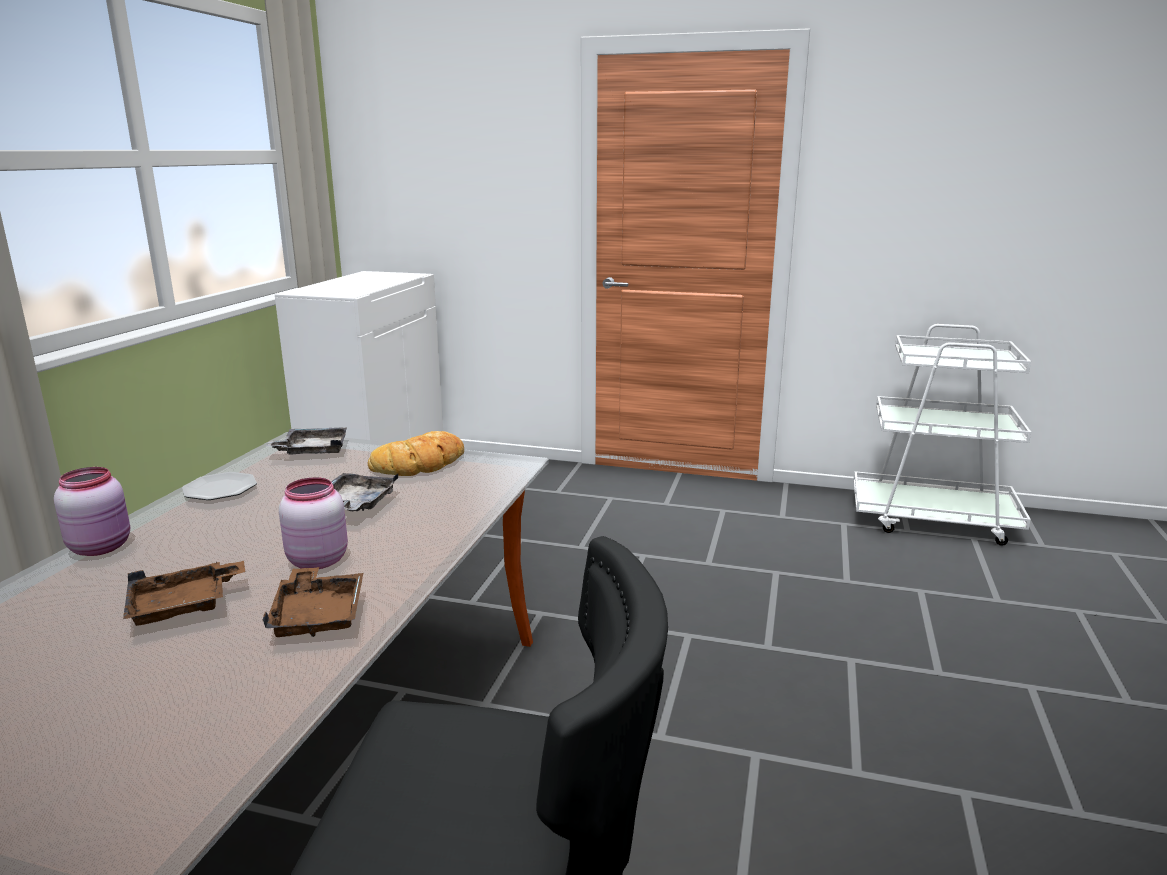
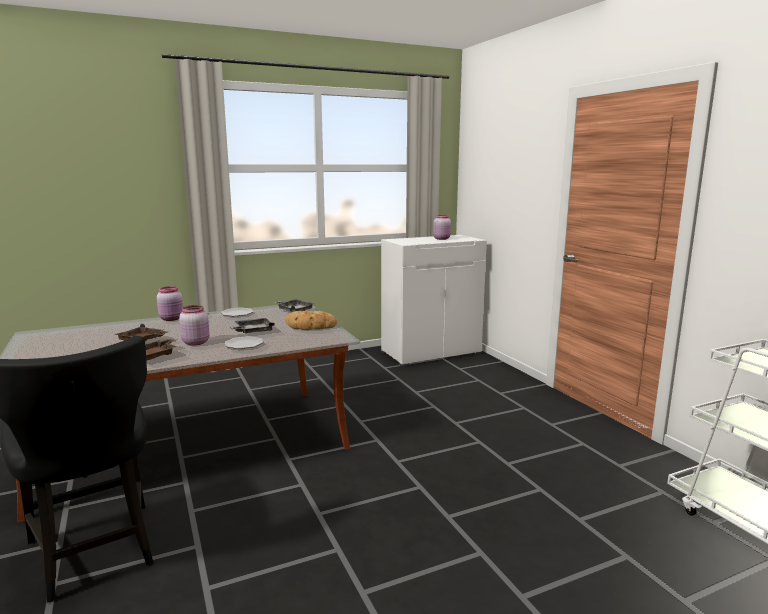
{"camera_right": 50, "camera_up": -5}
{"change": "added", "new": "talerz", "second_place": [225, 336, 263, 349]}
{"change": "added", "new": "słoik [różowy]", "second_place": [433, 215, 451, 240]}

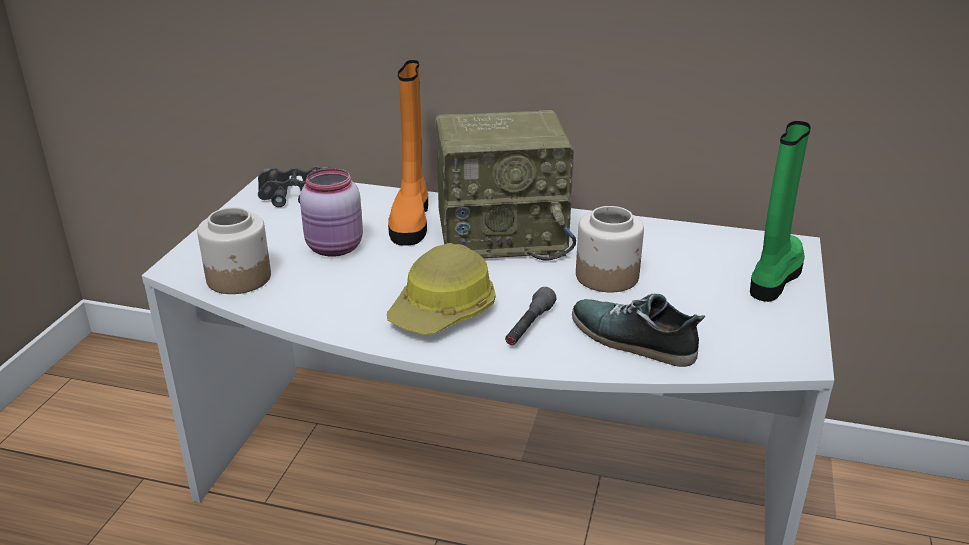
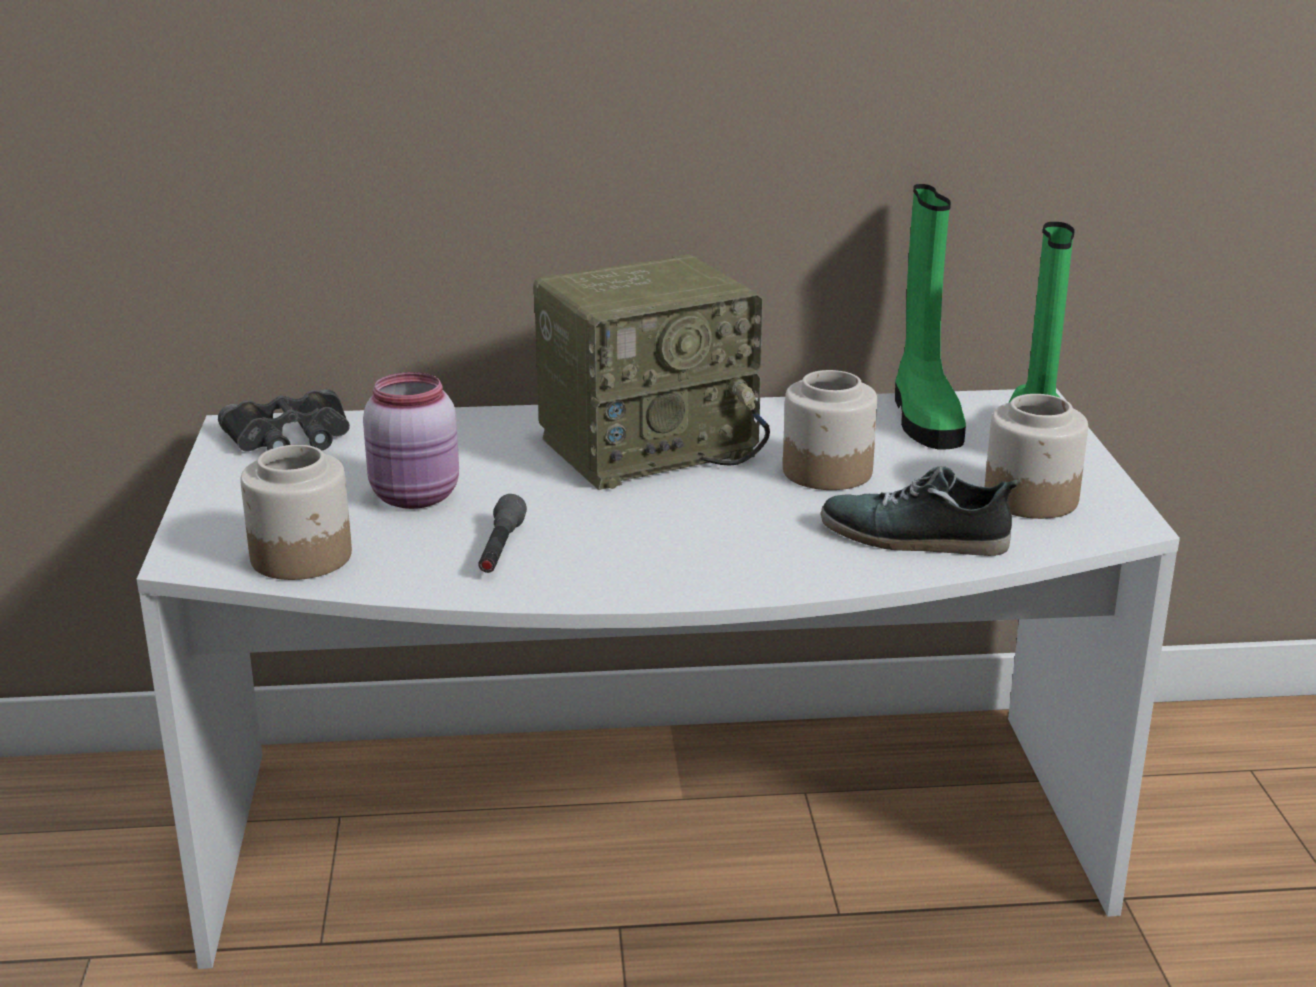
{"camera_right": -20, "camera_up": -5}
{"change": "removed", "old": "kask", "first_place": [387, 243, 496, 335]}
{"change": "removed", "old": "but z cholewką [pomarańczowy]", "first_place": [388, 60, 428, 246]}
{"change": "moved", "old": "latarka [szary]", "first_place": [505, 287, 557, 345], "second_place": [478, 494, 527, 573]}
{"change": "added", "new": "but z cholewką [zielony]", "second_place": [895, 184, 966, 450]}
{"change": "added", "new": "słoik", "second_place": [985, 394, 1088, 519]}

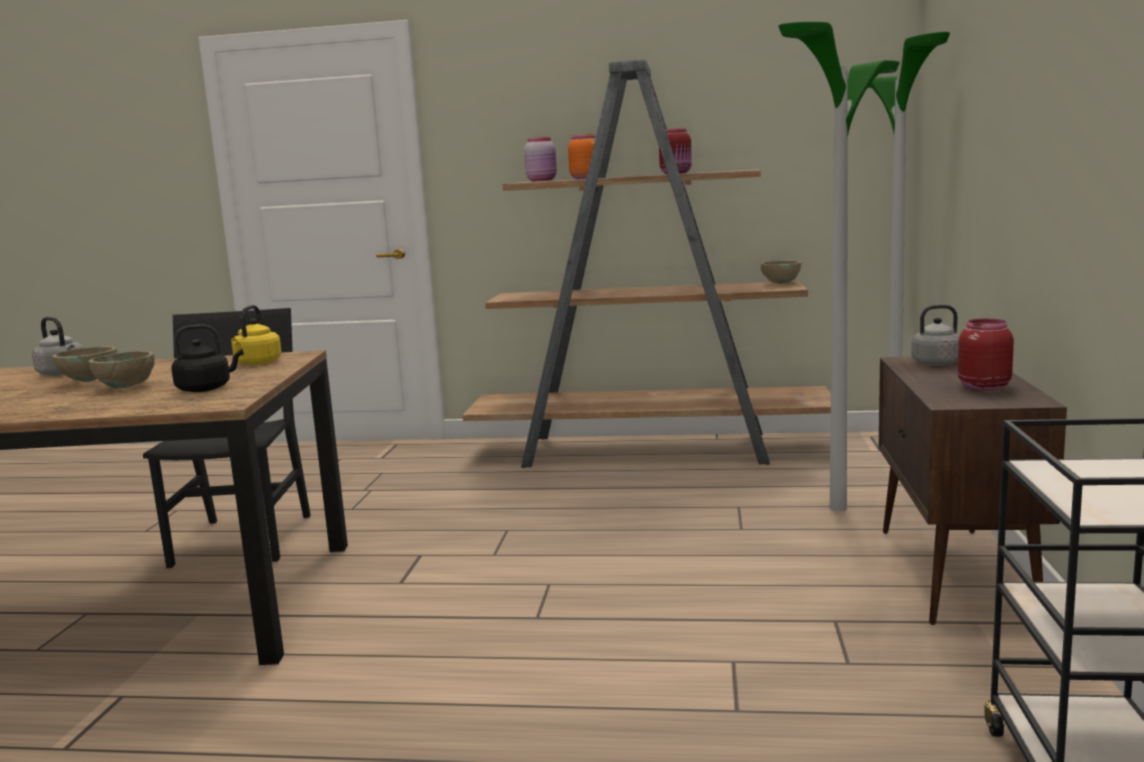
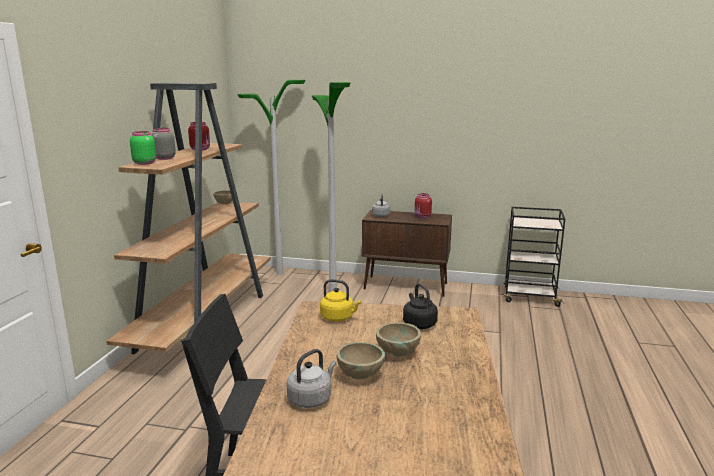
{"camera_right": -85, "camera_up": 5}
{"change": "recoloured", "old": "słoik [różowy]", "new": "słoik [zielony]", "first_place": [524, 137, 557, 181], "second_place": [130, 131, 156, 165]}
{"change": "recoloured", "old": "słoik [pomarańczowy]", "new": "słoik [szary]", "first_place": [568, 134, 601, 179], "second_place": [152, 128, 176, 160]}

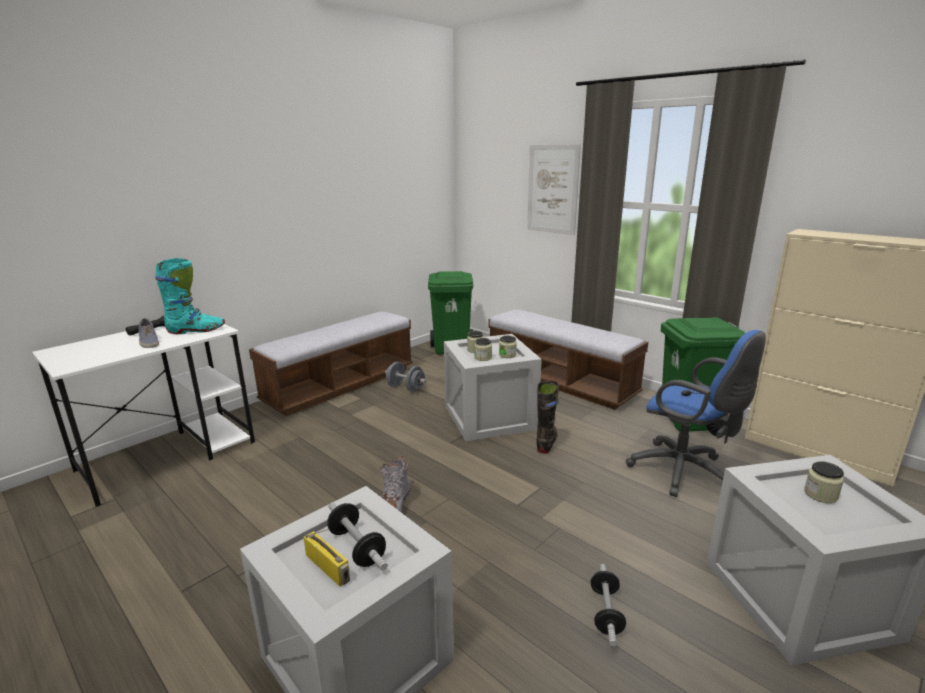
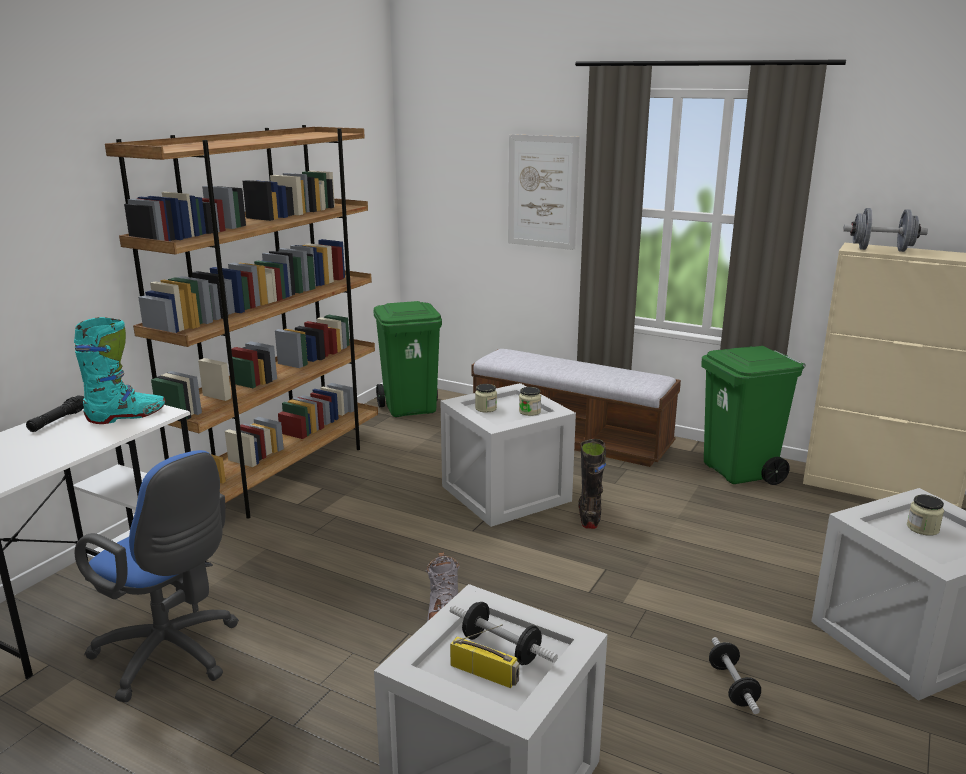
{"camera_right": -15, "camera_up": 0}
{"change": "removed", "old": "but", "first_place": [139, 318, 159, 348]}
{"change": "replaced", "old": "ławka", "new": "regał [brązowy]", "first_place": [249, 311, 413, 416], "second_place": [105, 125, 378, 519]}
{"change": "moved", "old": "hantel [szary]", "first_place": [385, 362, 427, 392], "second_place": [843, 208, 928, 252]}
{"change": "removed", "old": "słoik", "first_place": [474, 338, 492, 361]}
{"change": "moved", "old": "krzesło biurowe [niebieski]", "first_place": [626, 330, 766, 497], "second_place": [75, 450, 239, 702]}

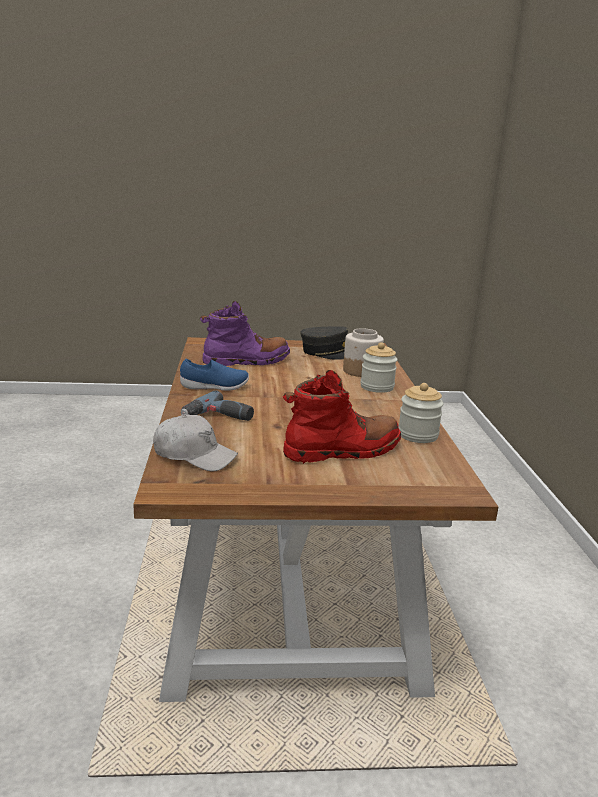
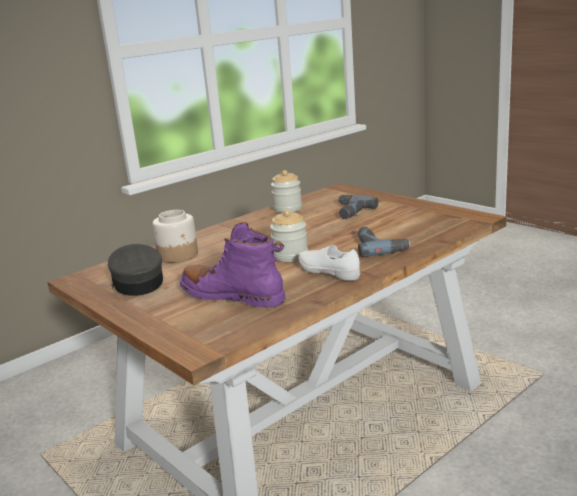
{"camera_right": -125, "camera_up": 0}
{"change": "removed", "old": "czapka z daszkiem [biały]", "first_place": [153, 414, 238, 472]}
{"change": "recoloured", "old": "but [niebieski]", "new": "but [biały]", "first_place": [180, 359, 249, 391], "second_place": [298, 245, 360, 281]}
{"change": "replaced", "old": "but z cholewką [czerwony]", "new": "wiertarka", "first_place": [283, 370, 401, 464], "second_place": [338, 195, 378, 219]}
{"change": "moved", "old": "słoik", "first_place": [360, 342, 397, 393], "second_place": [270, 209, 308, 262]}

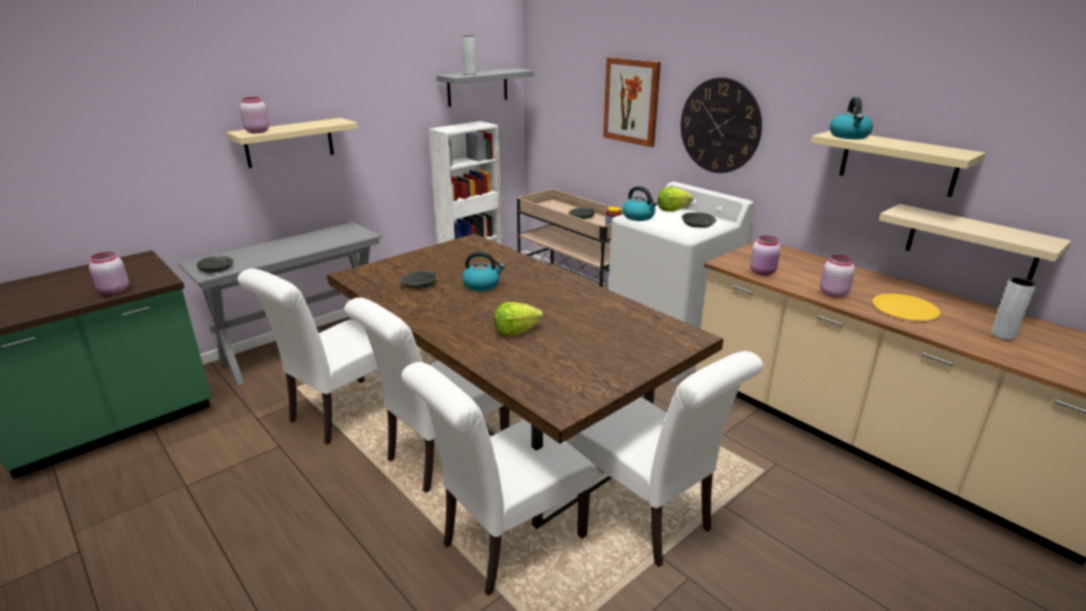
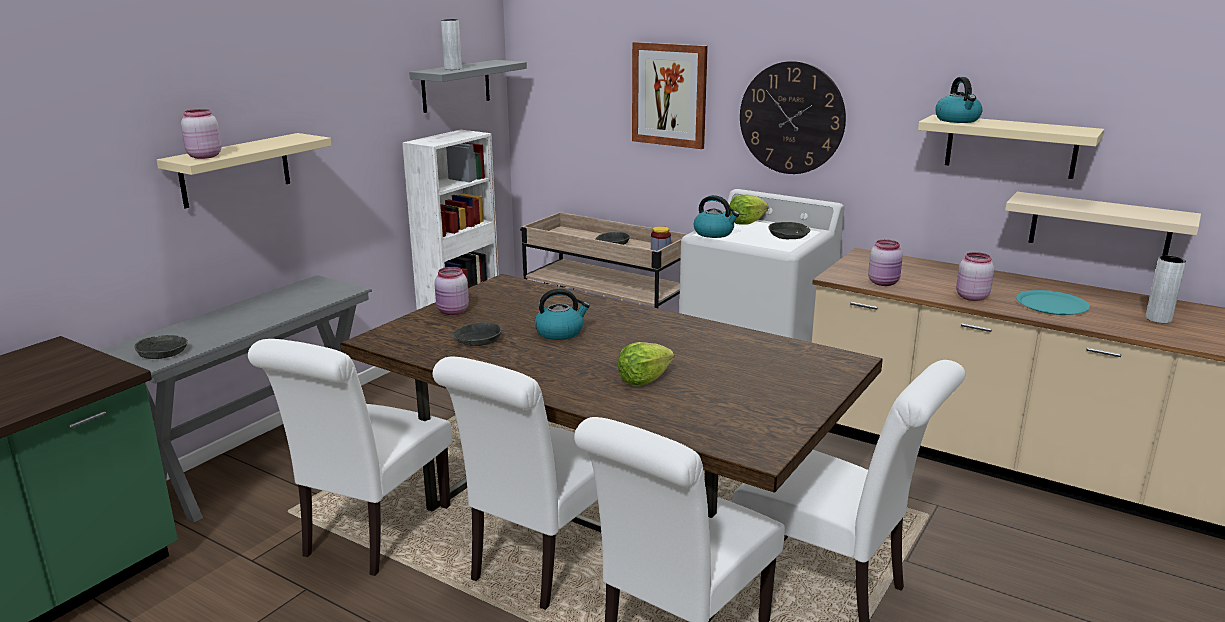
{"camera_right": -15, "camera_up": -5}
{"change": "moved", "old": "słoik [różowy]", "first_place": [89, 252, 129, 295], "second_place": [434, 267, 469, 315]}
{"change": "recoloured", "old": "talerz [żółty]", "new": "talerz [turkusowy]", "first_place": [873, 294, 940, 321], "second_place": [1016, 290, 1090, 315]}

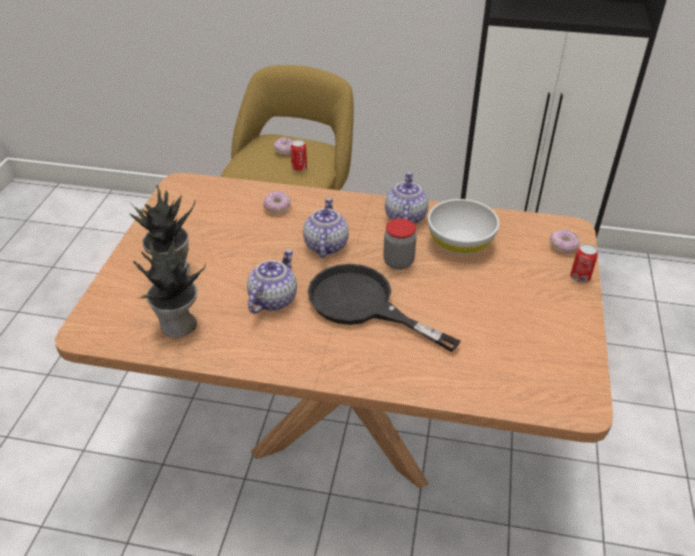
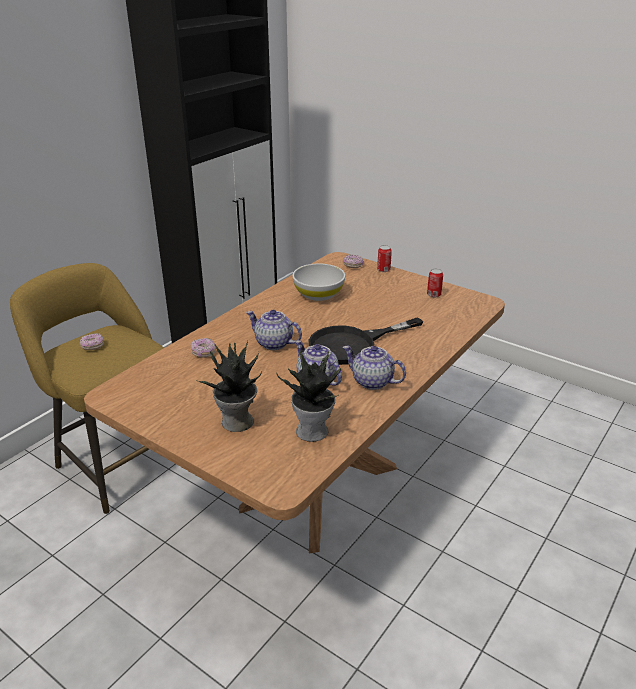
{"camera_right": -65, "camera_up": -10}
{"change": "moved", "old": "puszka", "first_place": [291, 140, 307, 171], "second_place": [427, 268, 443, 298]}
{"change": "removed", "old": "słoik", "first_place": [383, 218, 417, 270]}
{"change": "moved", "old": "imbryk", "first_place": [385, 172, 429, 224], "second_place": [343, 346, 406, 390]}

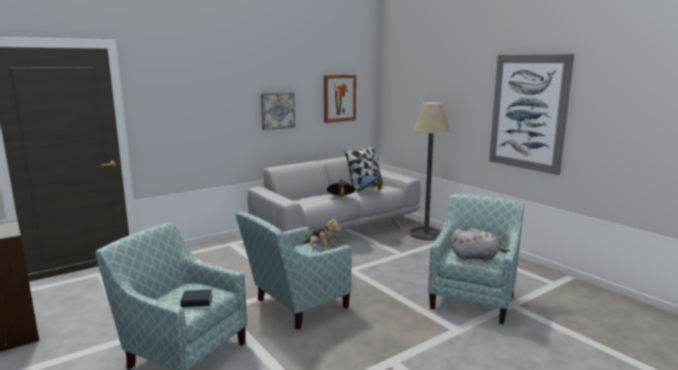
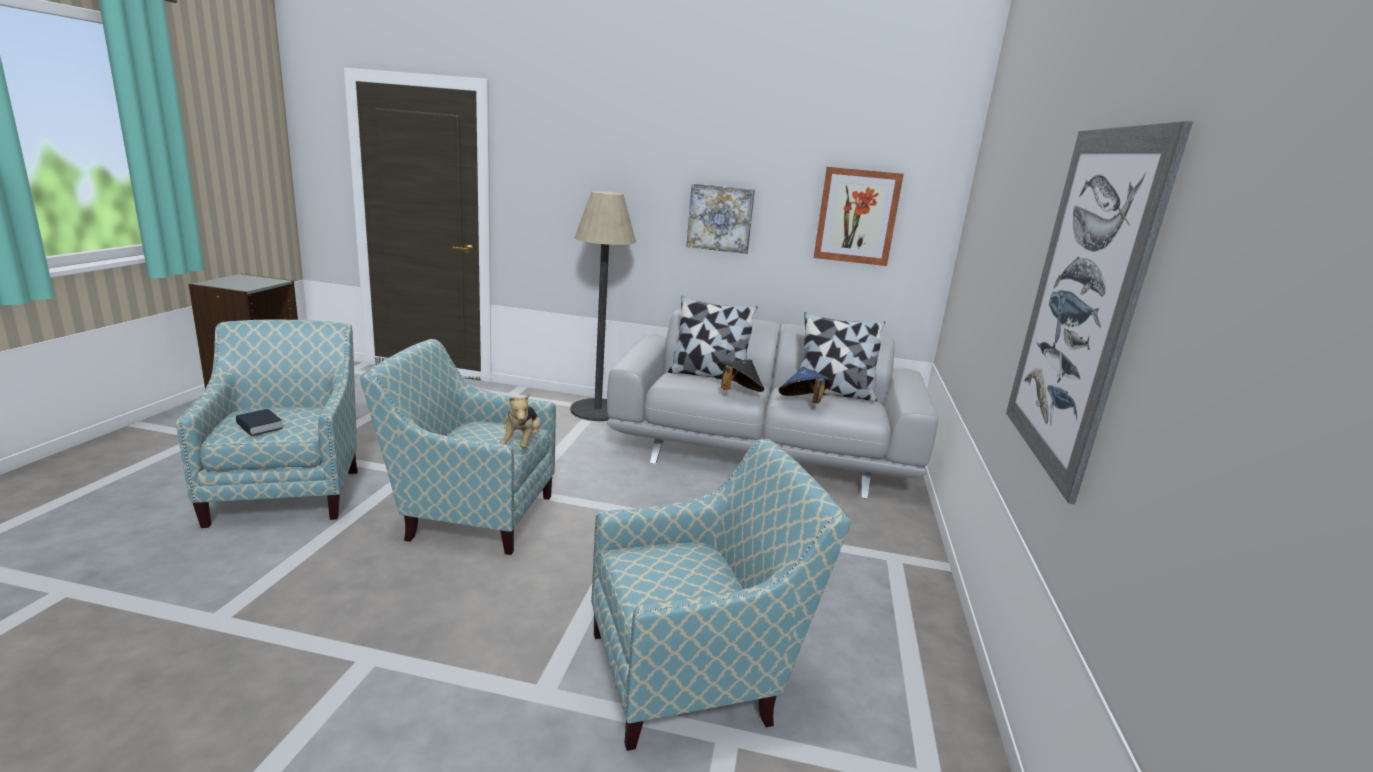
{"camera_right": 45, "camera_up": 5}
{"change": "moved", "old": "lampa stojąca", "first_place": [410, 102, 450, 240], "second_place": [570, 191, 636, 421]}
{"change": "removed", "old": "pluszak [szary]", "first_place": [451, 228, 510, 261]}
{"change": "added", "new": "poduszka", "second_place": [668, 296, 758, 381]}

